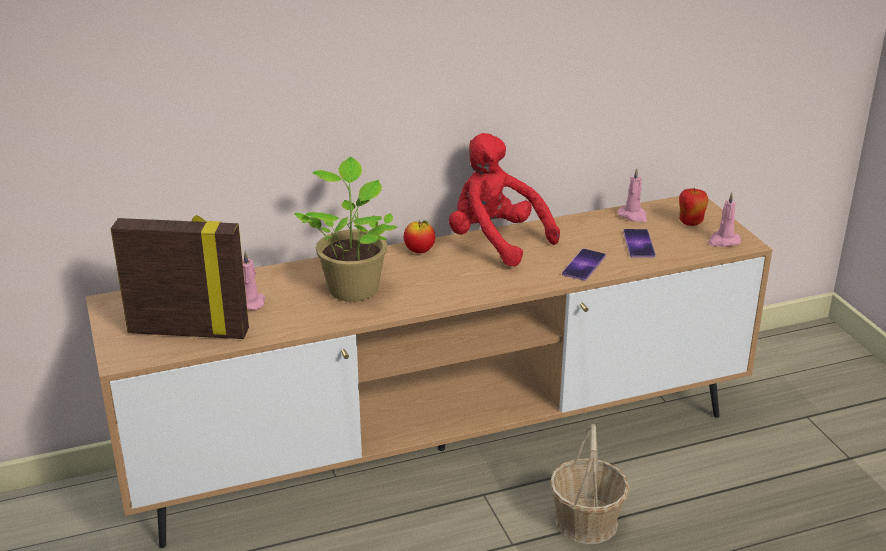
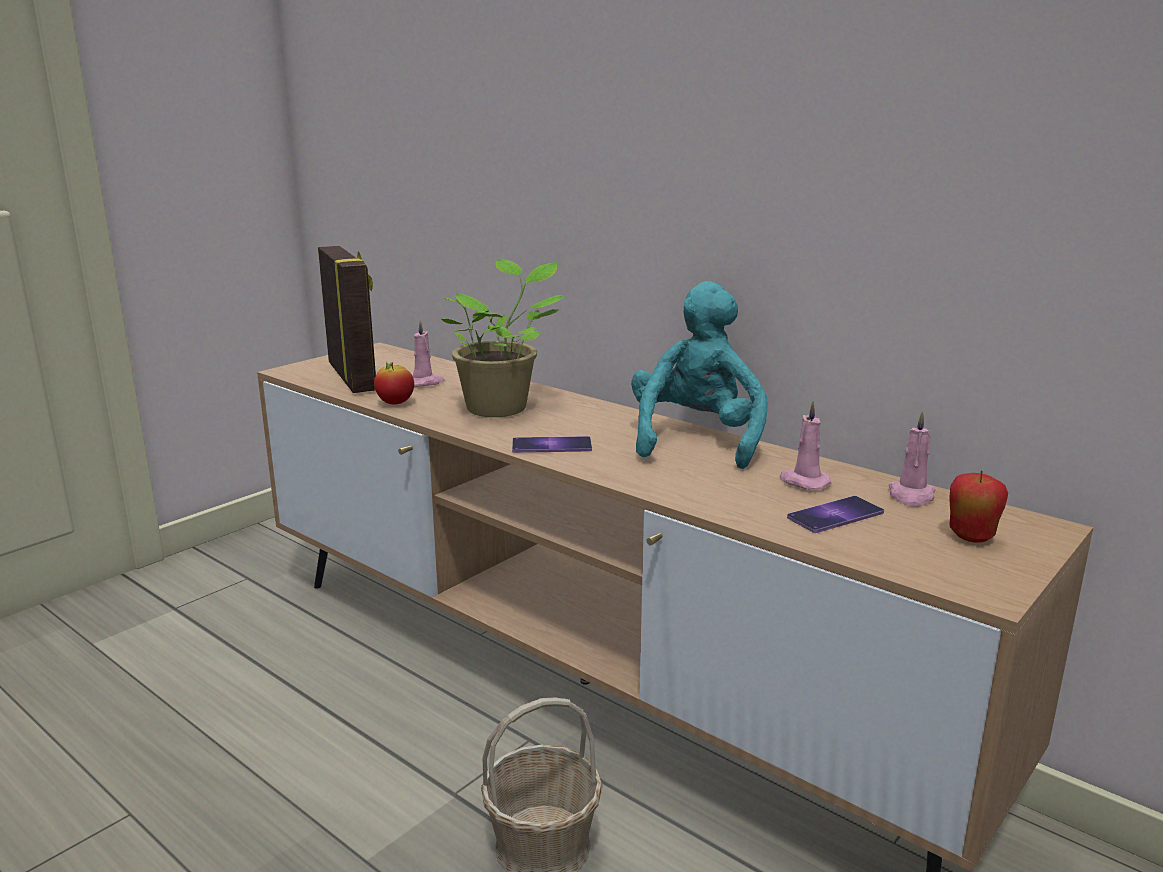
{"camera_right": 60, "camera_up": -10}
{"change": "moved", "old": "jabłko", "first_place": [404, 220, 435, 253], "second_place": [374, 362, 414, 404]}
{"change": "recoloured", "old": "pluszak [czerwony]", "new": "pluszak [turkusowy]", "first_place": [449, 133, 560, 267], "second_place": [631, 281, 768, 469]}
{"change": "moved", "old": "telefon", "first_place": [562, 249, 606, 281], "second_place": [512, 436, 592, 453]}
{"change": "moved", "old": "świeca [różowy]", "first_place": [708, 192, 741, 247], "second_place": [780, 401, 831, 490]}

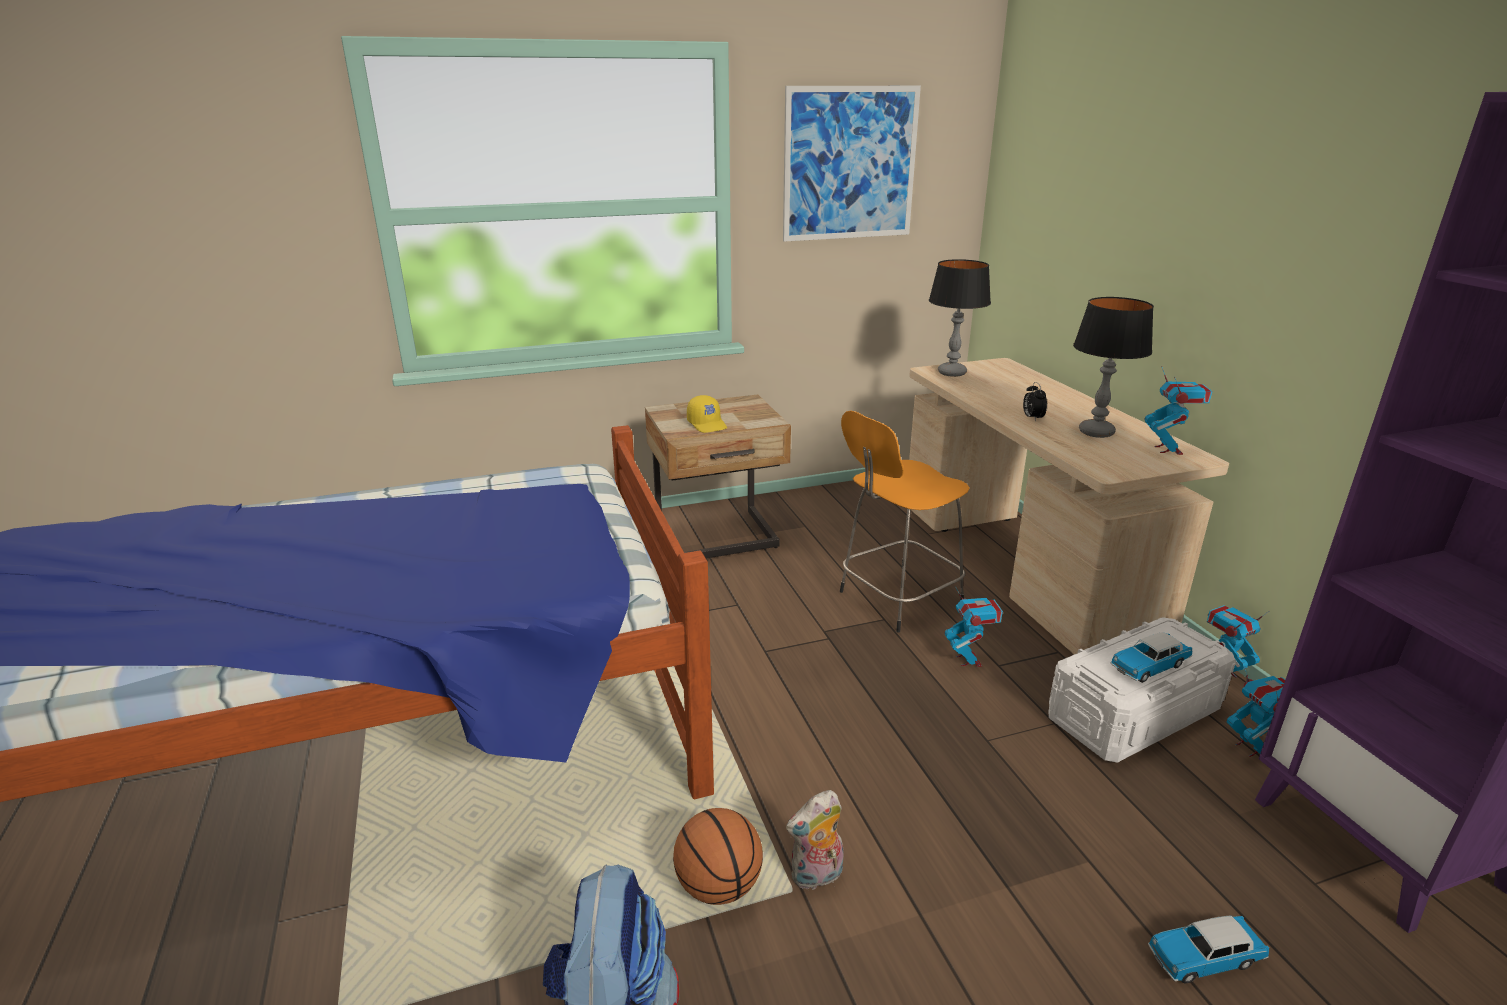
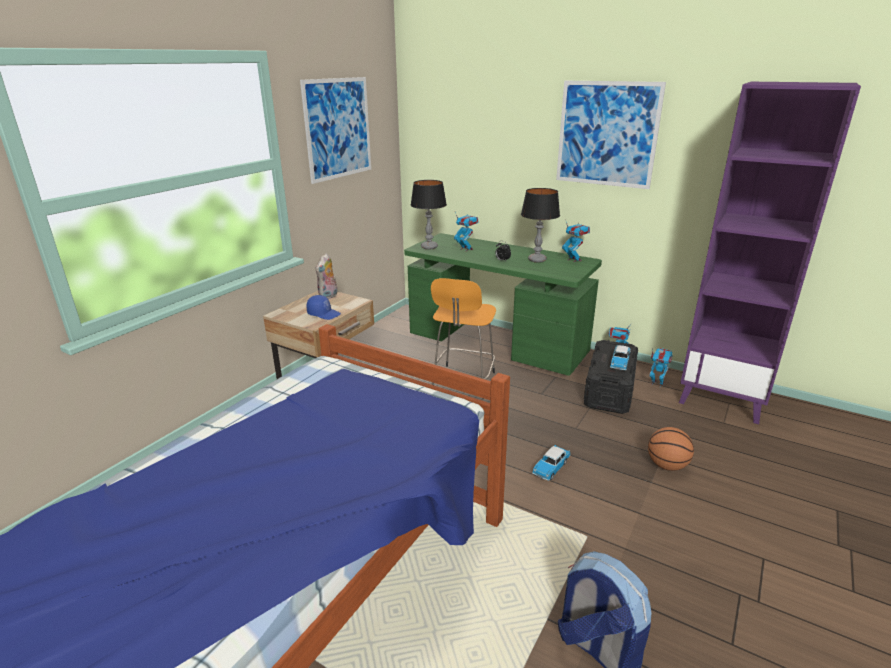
{"camera_right": -40, "camera_up": 0}
{"change": "moved", "old": "piłka do koszykówki", "first_place": [673, 808, 763, 905], "second_place": [648, 427, 694, 471]}
{"change": "recoloured", "old": "czapka z daszkiem [żółty]", "new": "czapka z daszkiem [niebieski]", "first_place": [687, 395, 727, 433], "second_place": [306, 295, 341, 320]}
{"change": "moved", "old": "pluszak", "first_place": [786, 790, 843, 890], "second_place": [316, 253, 337, 299]}
{"change": "recoloured", "old": "biurko [beżowy]", "new": "biurko [zielony]", "first_place": [909, 358, 1229, 654], "second_place": [404, 233, 602, 376]}
{"change": "moved", "old": "robot zabawkowy", "first_place": [945, 586, 1003, 667], "second_place": [454, 212, 479, 251]}
{"change": "recoloured", "old": "pojemnik do przechowywania [biały]", "new": "pojemnik do przechowywania [czarny]", "first_place": [1048, 618, 1235, 763], "second_place": [584, 340, 638, 414]}
{"change": "moved", "old": "samochodzik", "first_place": [1148, 916, 1269, 983], "second_place": [532, 445, 570, 481]}
{"change": "added", "new": "obraz", "second_place": [556, 81, 666, 189]}

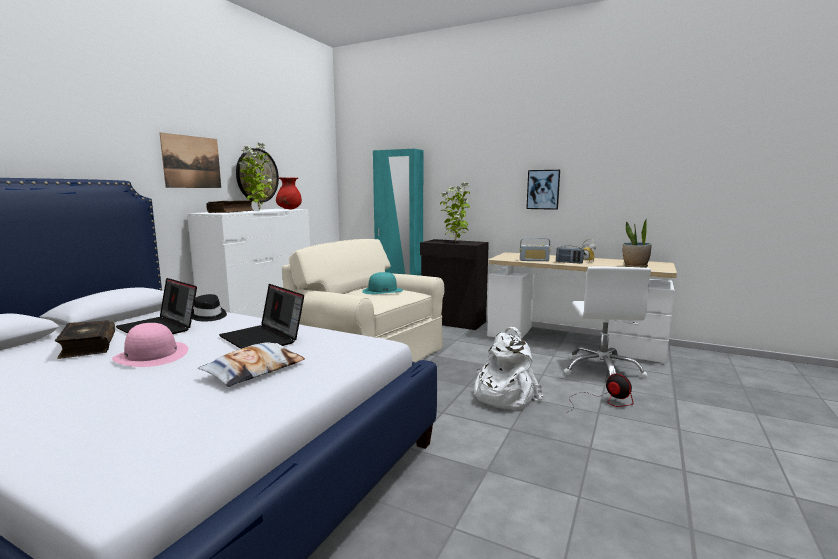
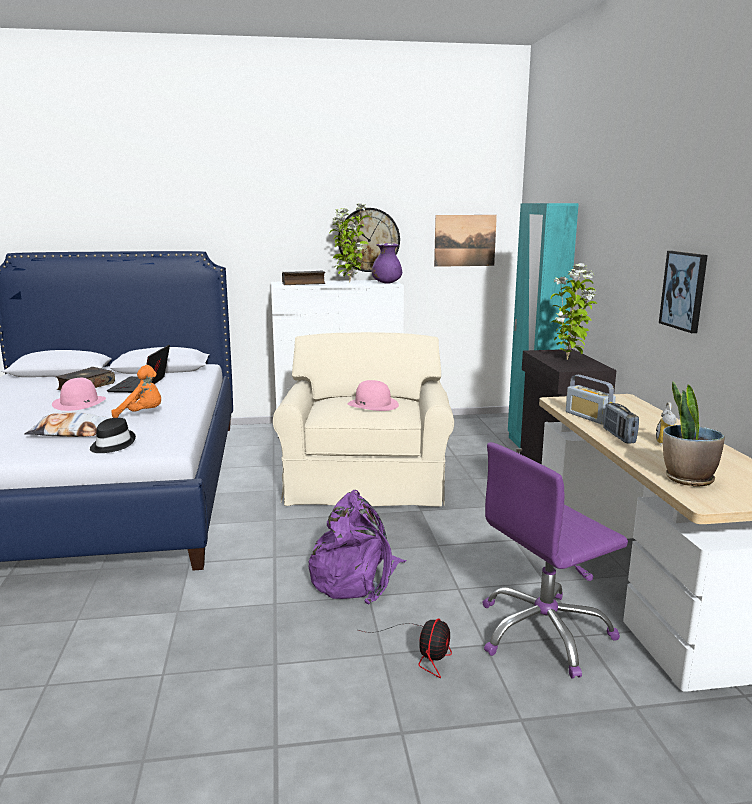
{"camera_right": 55, "camera_up": 5}
{"change": "moved", "old": "obraz", "first_place": [160, 132, 221, 188], "second_place": [434, 215, 497, 267]}
{"change": "moved", "old": "kapelusz [czarny]", "first_place": [192, 294, 227, 321], "second_place": [90, 418, 136, 453]}
{"change": "replaced", "old": "laptop", "new": "pluszak [pomarańczowy]", "first_place": [219, 284, 304, 349], "second_place": [111, 365, 161, 418]}
{"change": "recoloured", "old": "wazon [czerwony]", "new": "wazon [fioletowy]", "first_place": [276, 177, 302, 209], "second_place": [372, 243, 402, 284]}
{"change": "recoloured", "old": "kapelusz [turkusowy]", "new": "kapelusz [różowy]", "first_place": [362, 272, 403, 294], "second_place": [348, 380, 399, 411]}
{"change": "recoloured", "old": "plecak [biały]", "new": "plecak [fioletowy]", "first_place": [474, 327, 543, 409], "second_place": [308, 490, 407, 604]}
{"change": "recoloured", "old": "krzesło biurowe [biały]", "new": "krzesło biurowe [fioletowy]", "first_place": [564, 267, 651, 378], "second_place": [483, 442, 628, 678]}

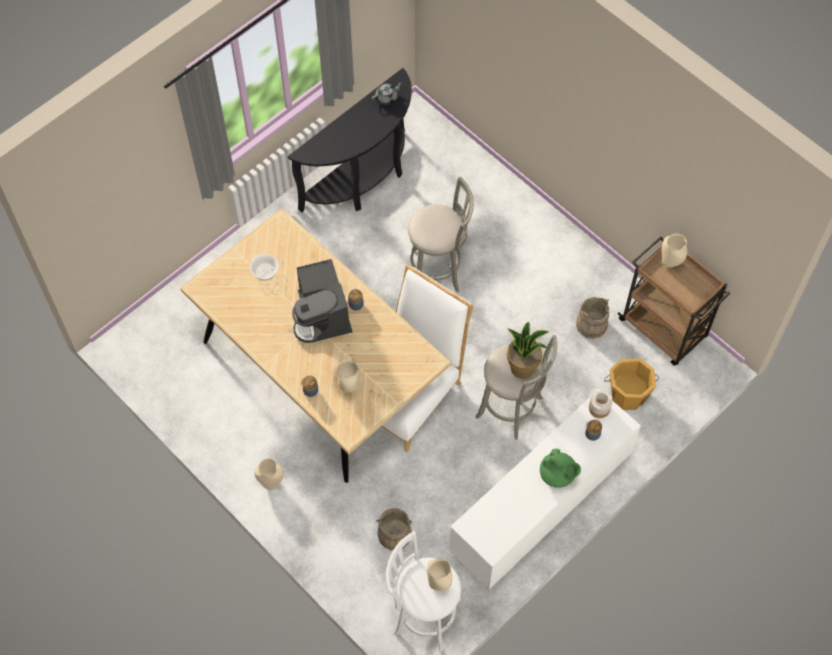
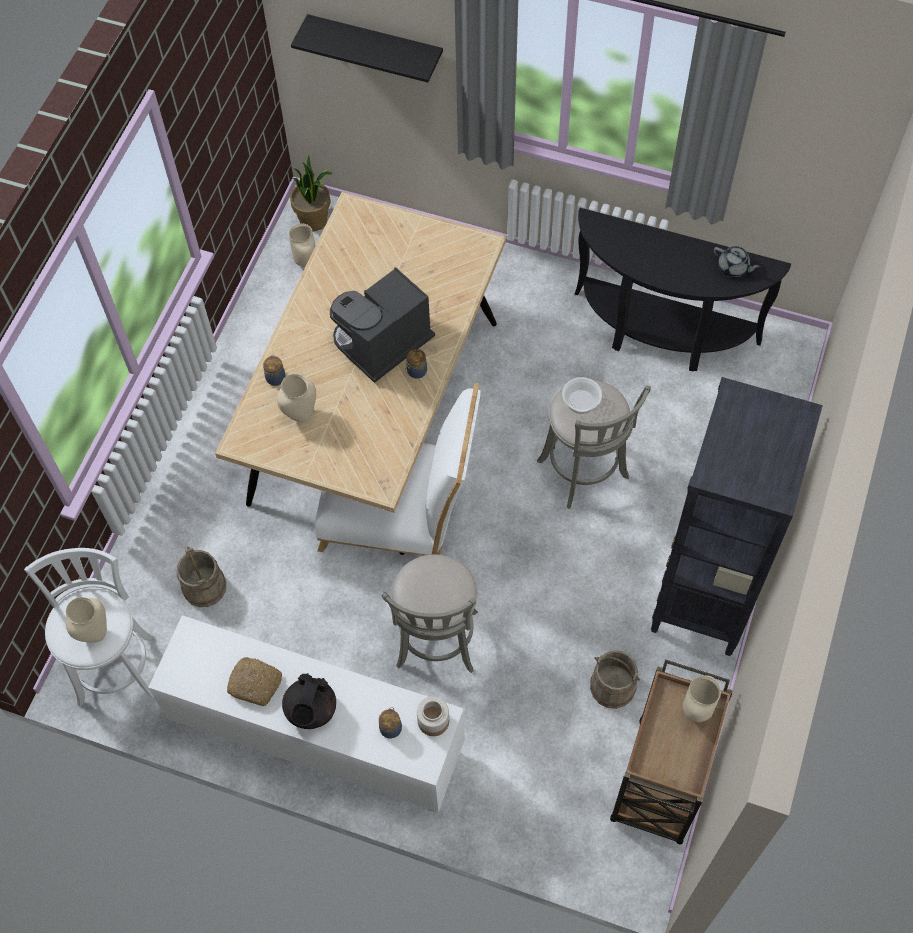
{"camera_right": 65, "camera_up": 0}
{"change": "moved", "old": "miska", "first_place": [250, 254, 279, 281], "second_place": [562, 377, 602, 414]}
{"change": "moved", "old": "wazon [beżowy]", "first_place": [254, 458, 284, 490], "second_place": [289, 224, 316, 267]}
{"change": "moved", "old": "roślina doniczkowa", "first_place": [507, 322, 549, 379], "second_place": [290, 154, 333, 231]}
{"change": "recoloured", "old": "imbryk [zielony]", "new": "imbryk [czarny]", "first_place": [540, 448, 581, 488], "second_place": [282, 673, 336, 729]}
{"change": "removed", "old": "wiadro [pomarańczowy]", "first_place": [604, 358, 659, 410]}
{"change": "added", "new": "chleb", "second_place": [227, 657, 282, 706]}
{"change": "added", "new": "półka [czarny]", "second_place": [291, 14, 443, 83]}
{"change": "added", "new": "regał [czarny]", "second_place": [651, 377, 823, 656]}

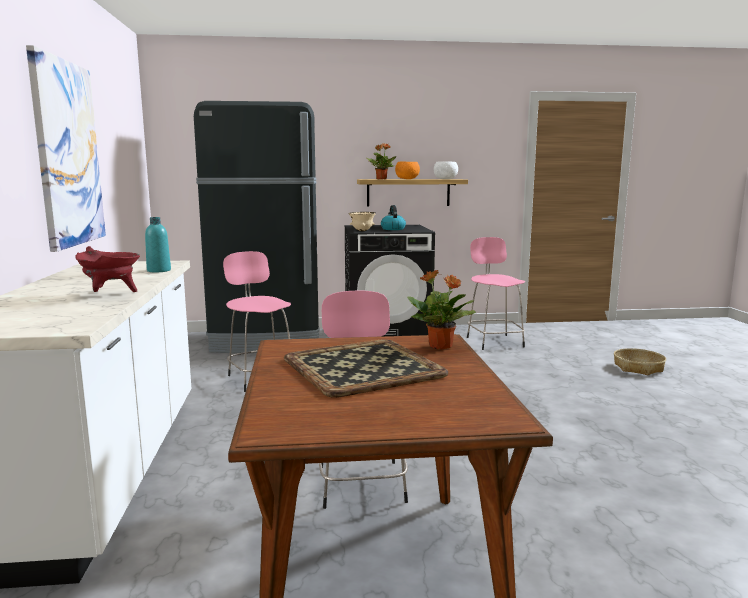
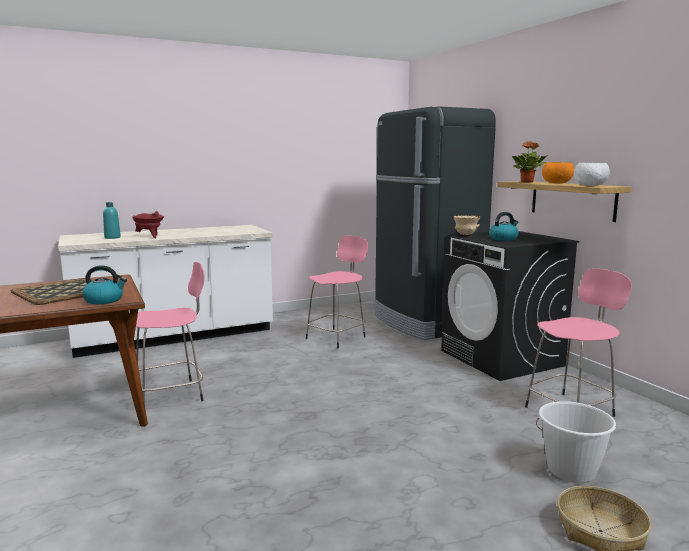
{"camera_right": 70, "camera_up": 0}
{"change": "removed", "old": "obraz", "first_place": [26, 45, 106, 252]}
{"change": "moved", "old": "butelka [turkusowy]", "first_place": [145, 217, 171, 272], "second_place": [103, 202, 121, 239]}
{"change": "replaced", "old": "roślina doniczkowa", "new": "czajnik", "first_place": [407, 270, 476, 350], "second_place": [82, 265, 127, 304]}
{"change": "added", "new": "wiadro [biały]", "second_place": [536, 401, 616, 483]}

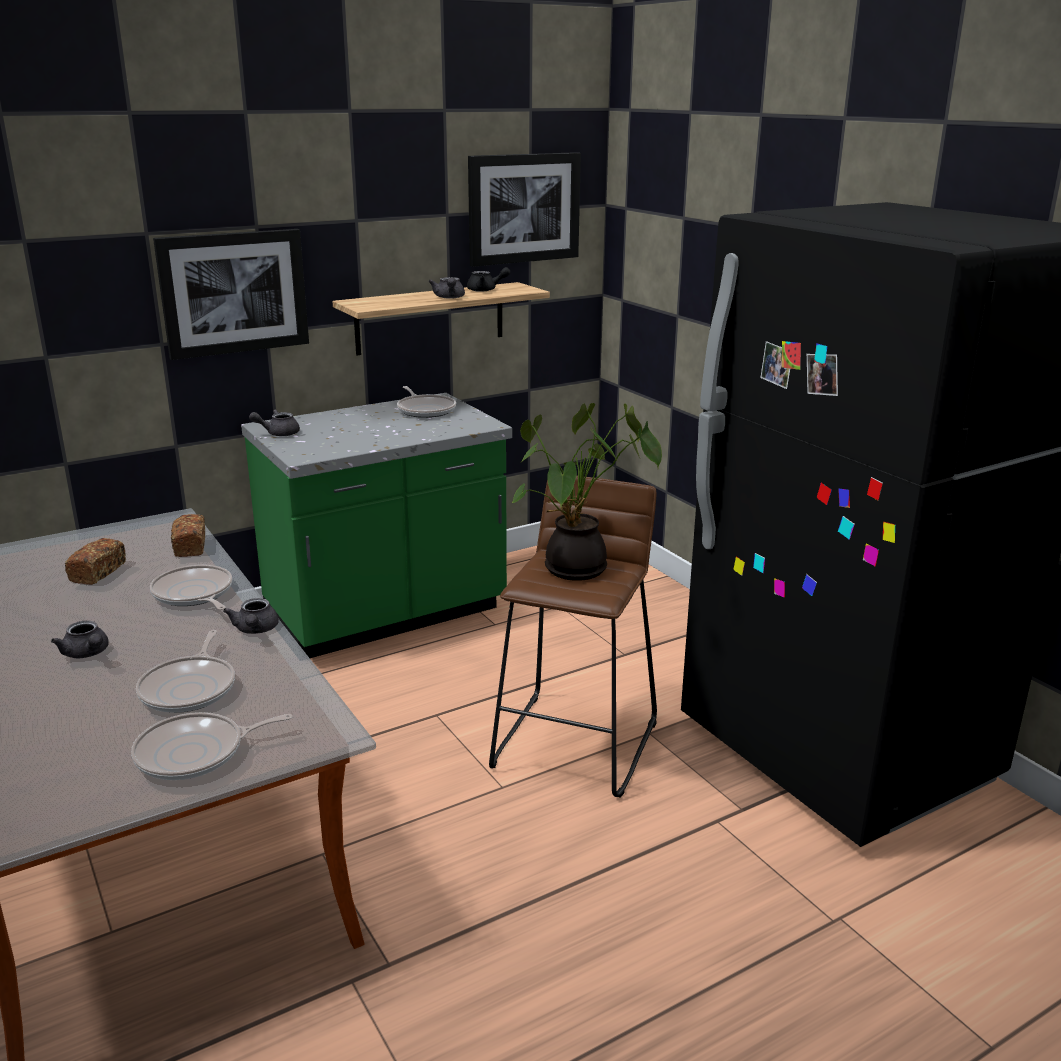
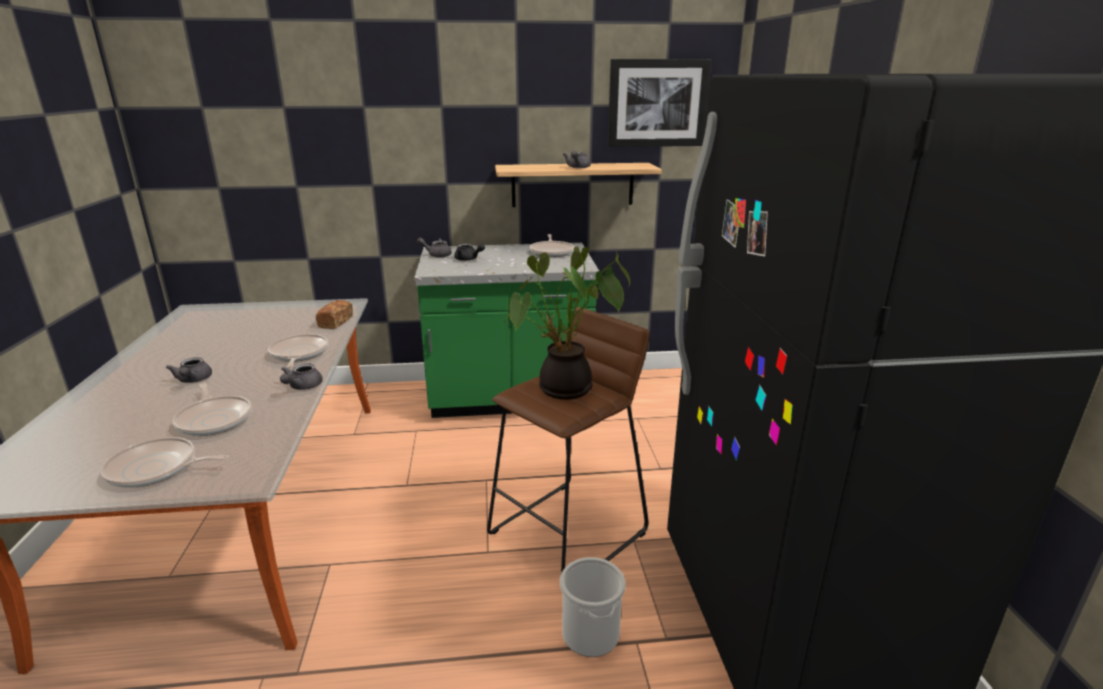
{"camera_right": 25, "camera_up": 0}
{"change": "removed", "old": "chleb", "first_place": [65, 538, 126, 585]}
{"change": "turned", "old": "patelnia", "first_place": [136, 630, 235, 713], "second_place": [172, 383, 252, 436], "degrees": -60}
{"change": "removed", "old": "obraz", "first_place": [153, 229, 309, 360]}
{"change": "moved", "old": "imbryk [czarny]", "first_place": [467, 267, 511, 292], "second_place": [454, 243, 485, 261]}
{"change": "added", "new": "wiadro", "second_place": [560, 557, 626, 657]}

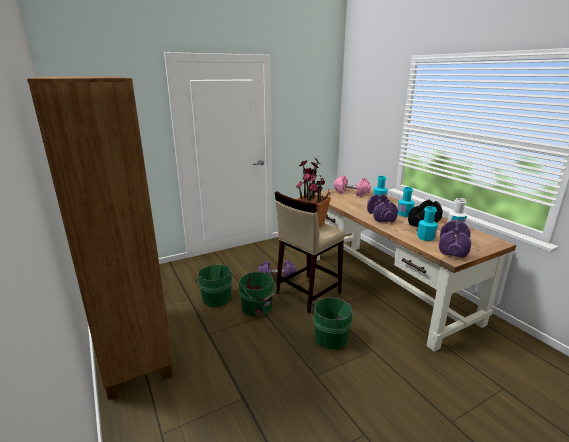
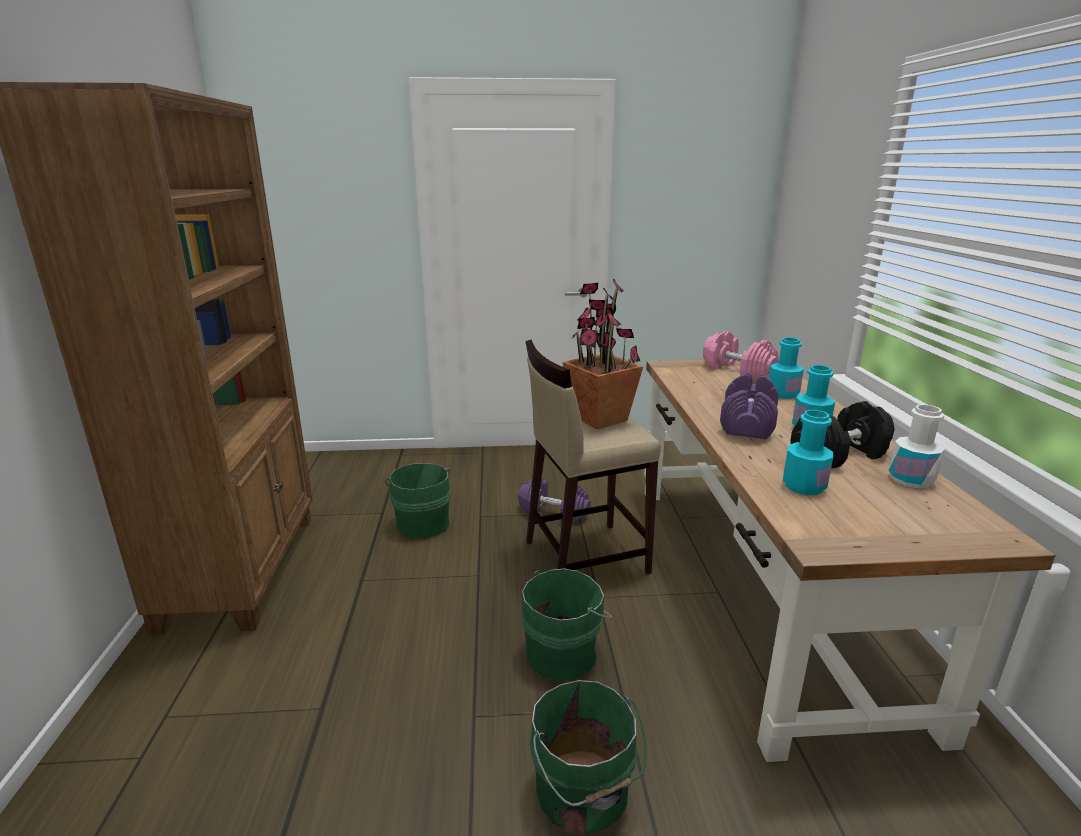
{"camera_right": 25, "camera_up": 0}
{"change": "moved", "old": "wiadro [zielony]", "first_place": [239, 272, 277, 317], "second_place": [530, 680, 647, 835]}
{"change": "removed", "old": "hantel [fioletowy]", "first_place": [439, 220, 471, 258]}

